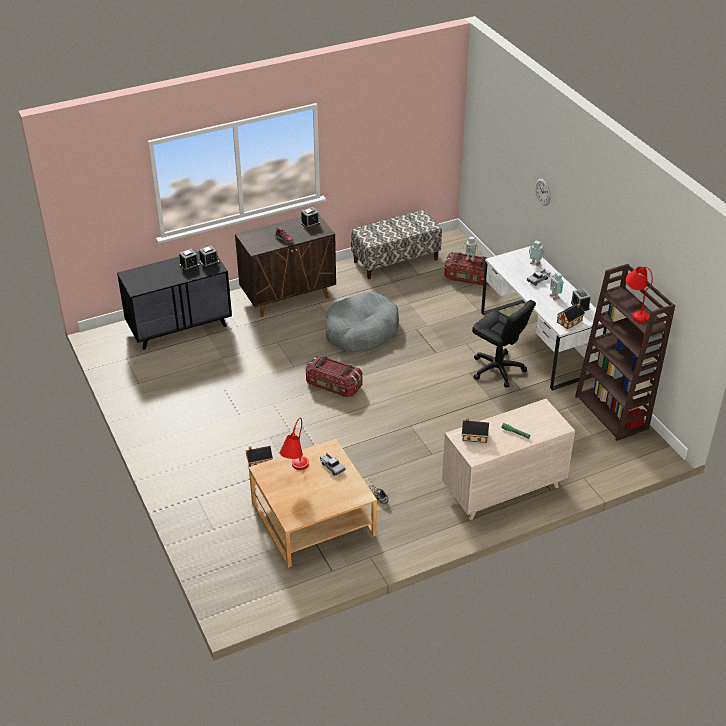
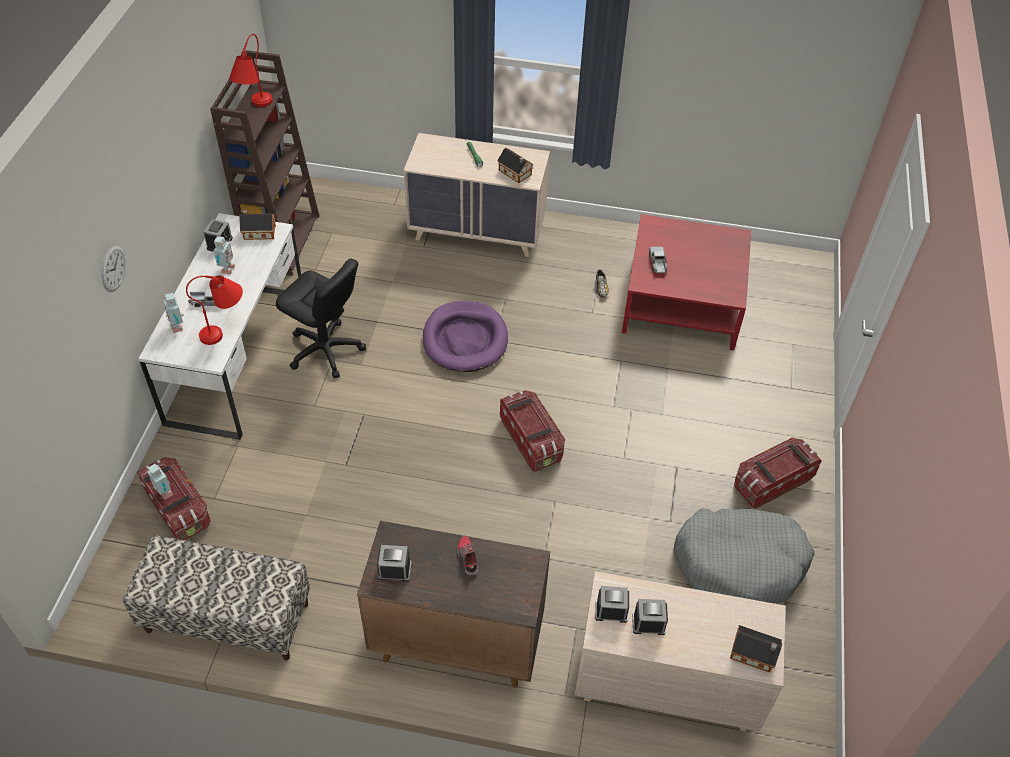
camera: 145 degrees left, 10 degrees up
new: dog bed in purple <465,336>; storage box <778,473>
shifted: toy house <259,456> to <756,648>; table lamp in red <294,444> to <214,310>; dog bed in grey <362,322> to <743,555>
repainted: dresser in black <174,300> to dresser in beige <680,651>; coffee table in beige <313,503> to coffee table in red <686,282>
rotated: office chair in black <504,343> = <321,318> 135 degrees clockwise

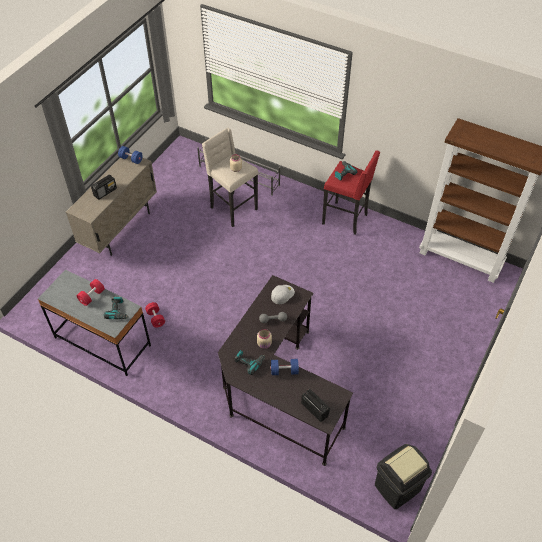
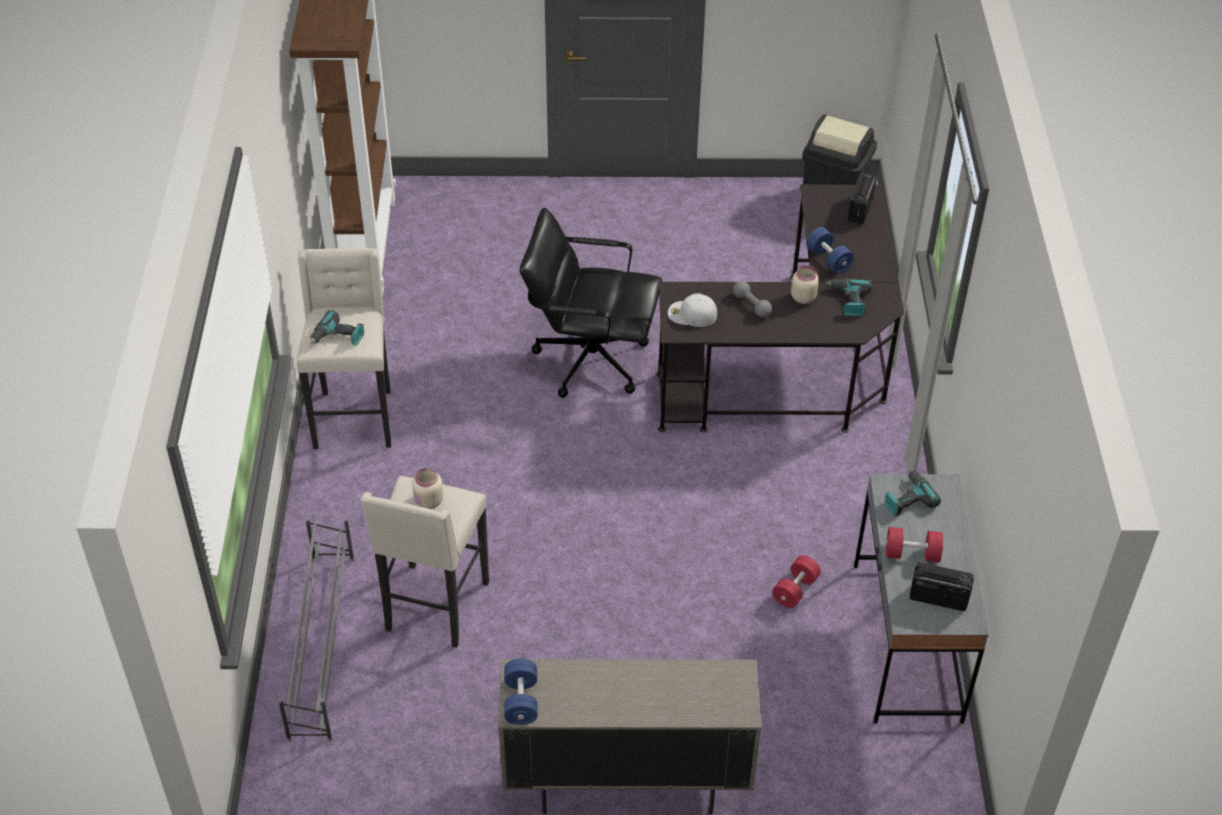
camera: 120 degrees left, 5 degrees down
new: office chair in black <590,302>
shifted: radio <104,187> to <942,586>
repainted: stool in red <351,192> to stool in beige <343,348>

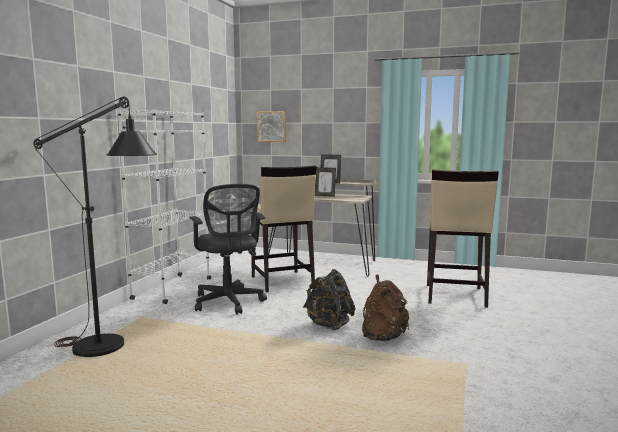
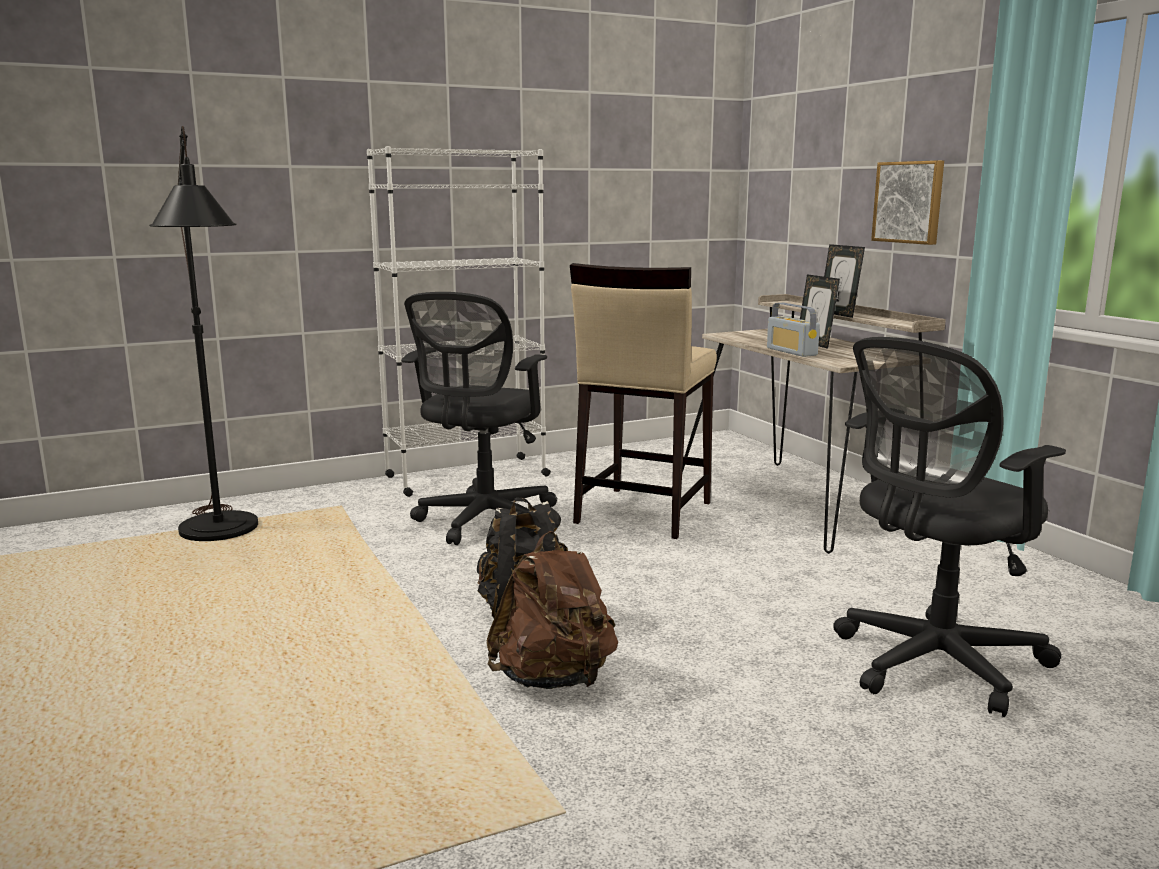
camera: 45 degrees right, 5 degrees up
new: radio <793,330>
shifted: picture <271,126> to <907,202>
swapped: stool in beige <463,239> to office chair in black <949,527>

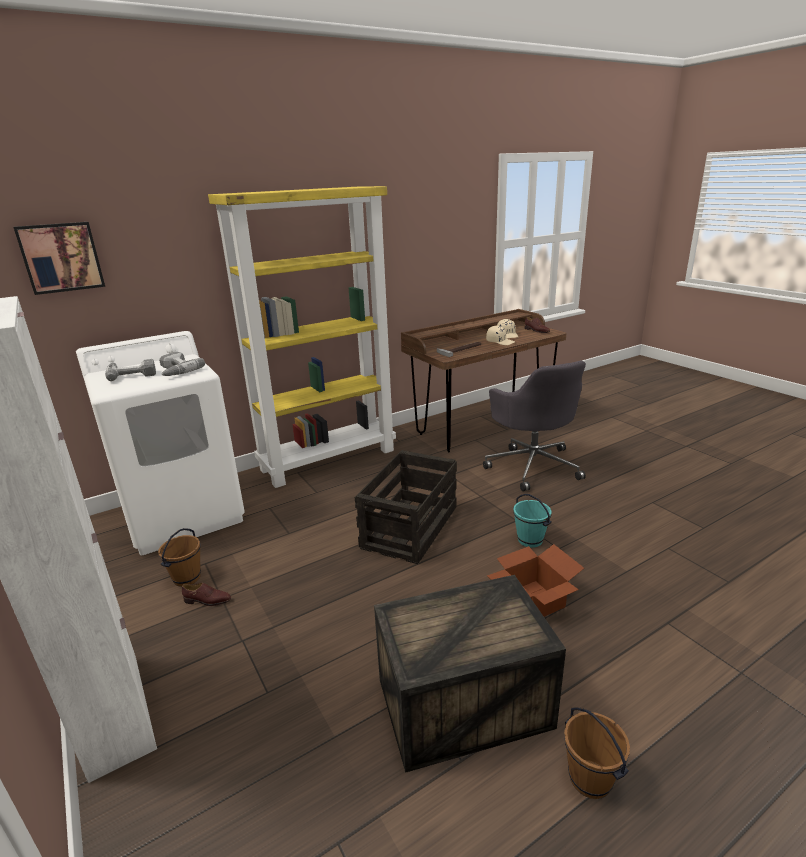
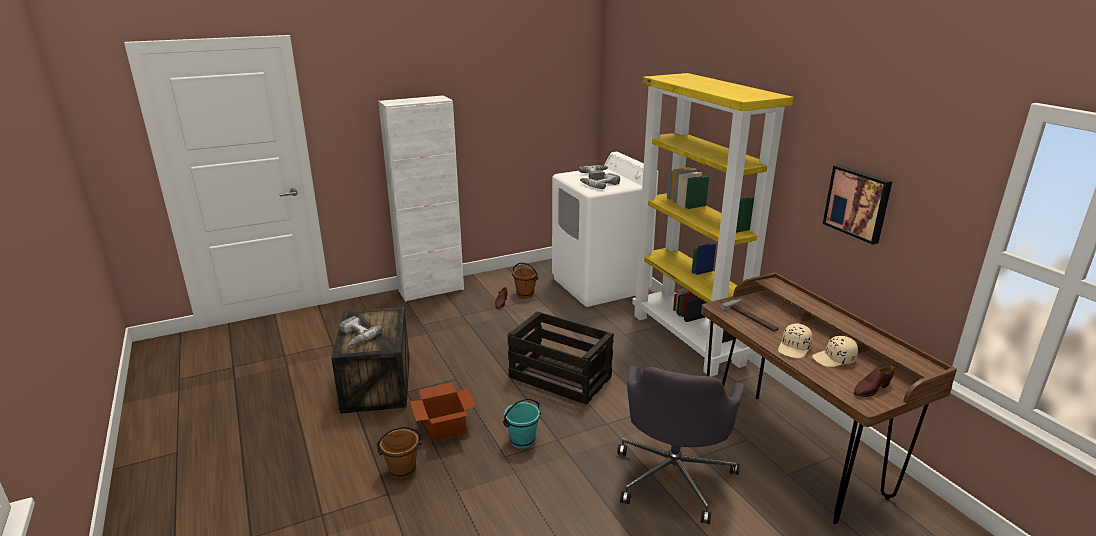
camera: 95 degrees right, 0 degrees up
new: power drill <361,331>
shifted: picture <59,258> to <857,205>; bucket in brown <597,753> to <399,453>
rotated: office chair in grey <534,426> = <680,444> 60 degrees counterclockwise

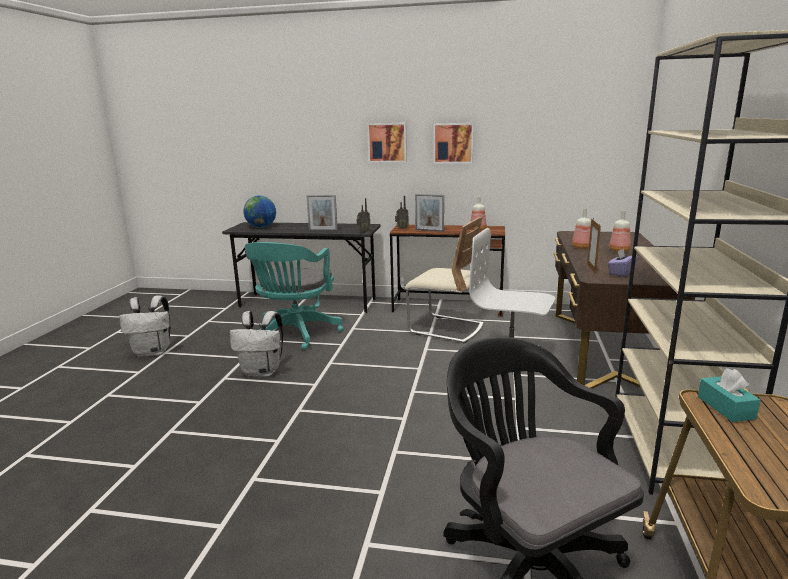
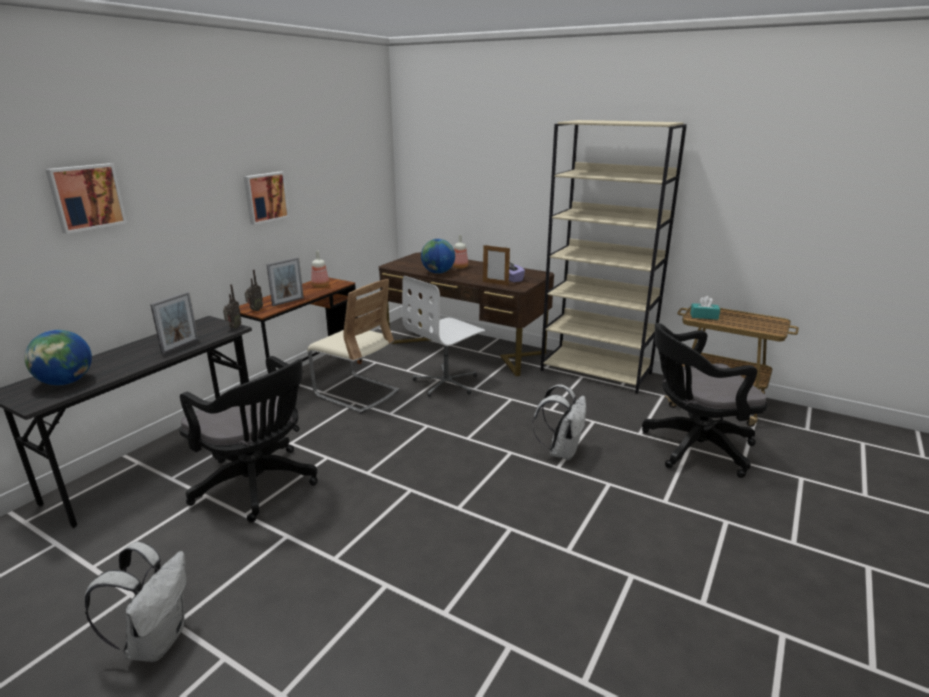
camera: 70 degrees left, 5 degrees up
shifted: backpack in white <256,344> to <559,422>; picture <387,143> to <86,198>
swapped: bottle <581,228> to globe <438,256>
repainted: office chair in turquoise <294,296> to office chair in black <248,439>
rotated: chair in beige <444,280> = <353,346> 75 degrees clockwise

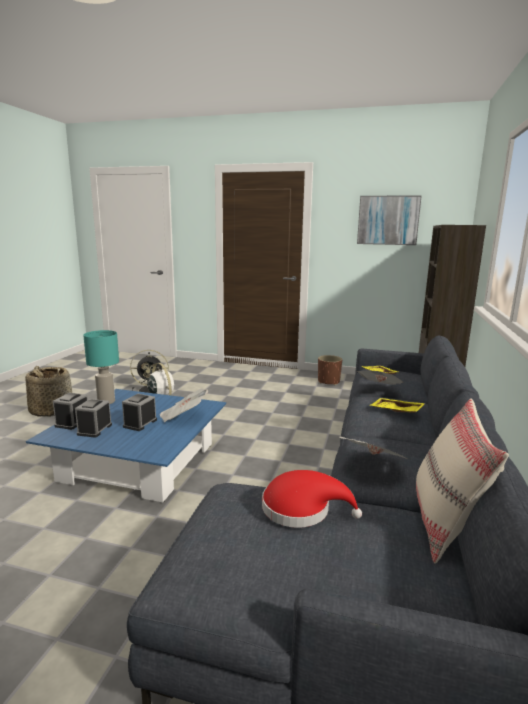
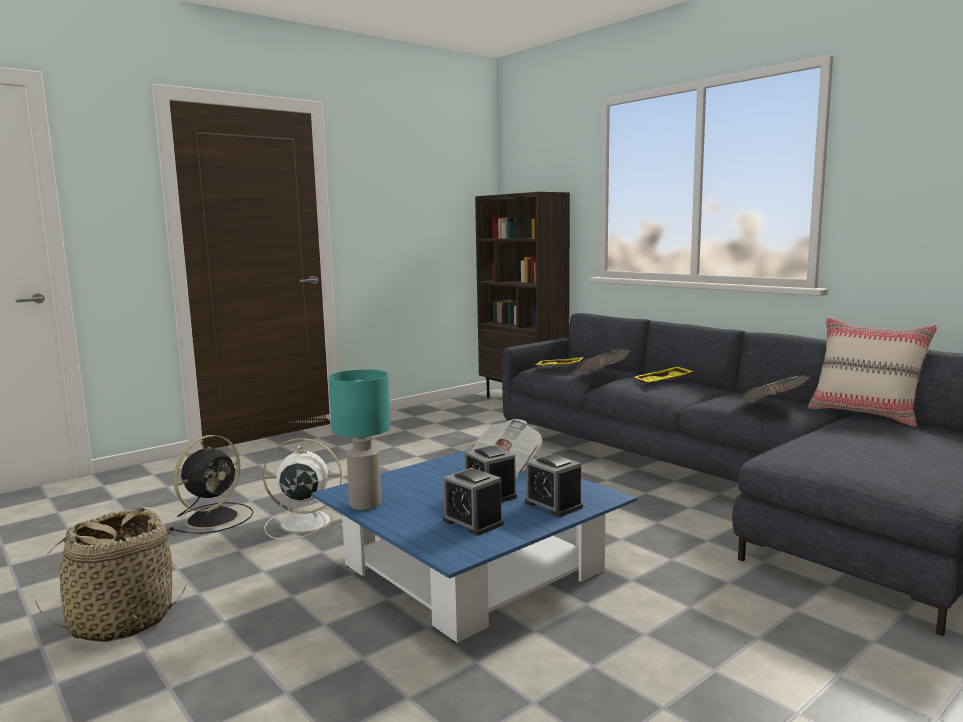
camera: 55 degrees left, 5 degrees down
gone: hat in red <312,499>; planter in brown <330,370>; picture <389,220>
shifted: alarm clock <70,411> to <554,485>

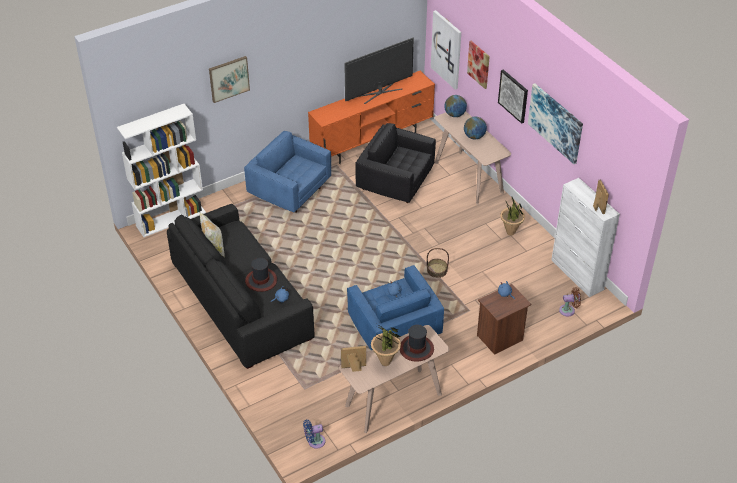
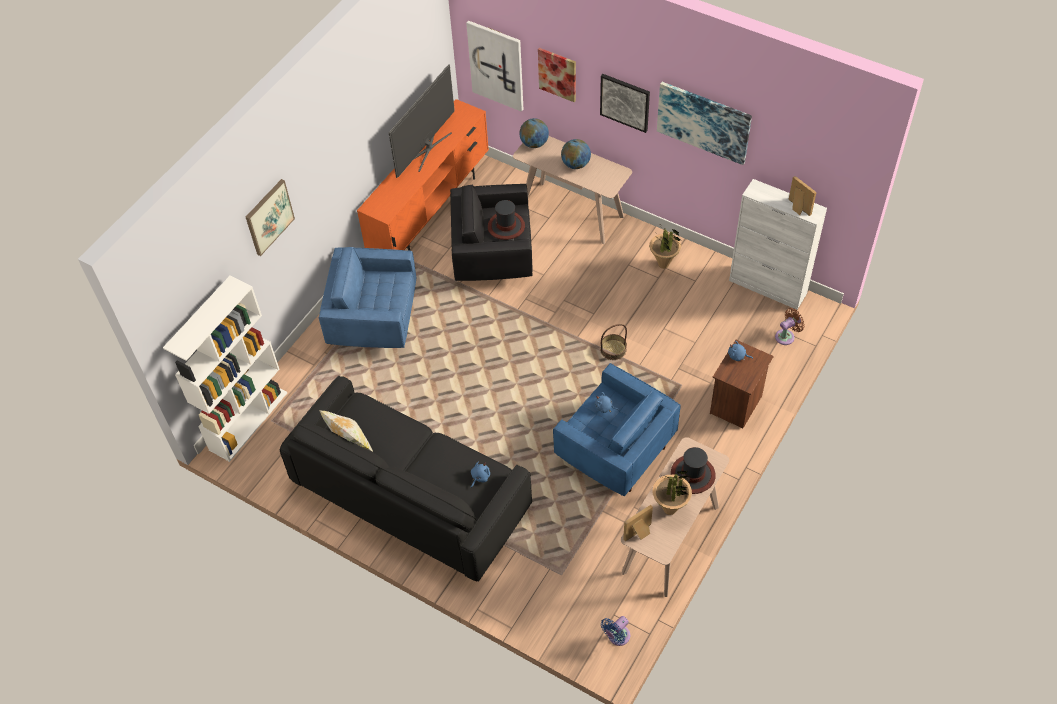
camera: 25 degrees left, 10 degrees up
shifted: hat <261,275> to <506,220>

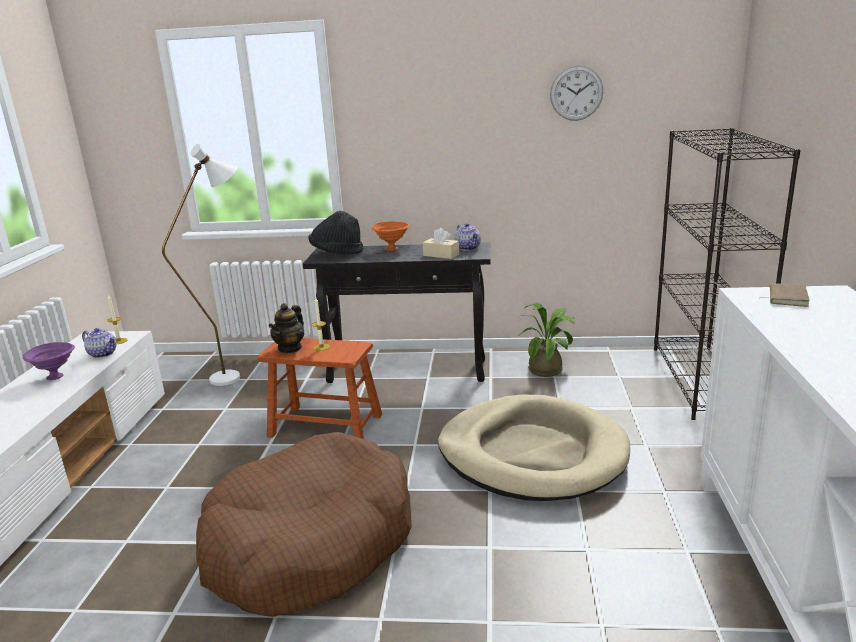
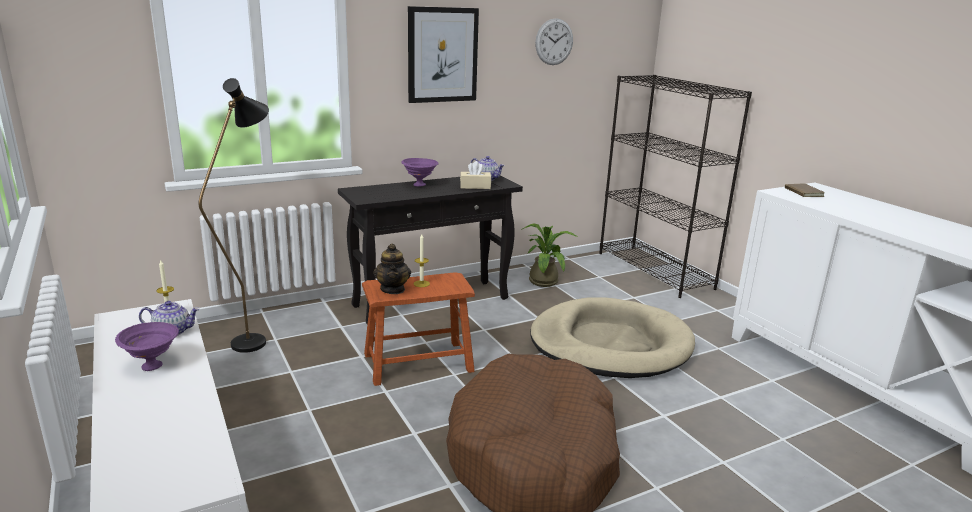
camera: 35 degrees left, 0 degrees up
gone: hat in black <335,232>
new: picture <443,54>
repainted: floor lamp in white <201,265> to floor lamp in black <234,215>; bowl in orange <391,236> to bowl in purple <420,172>

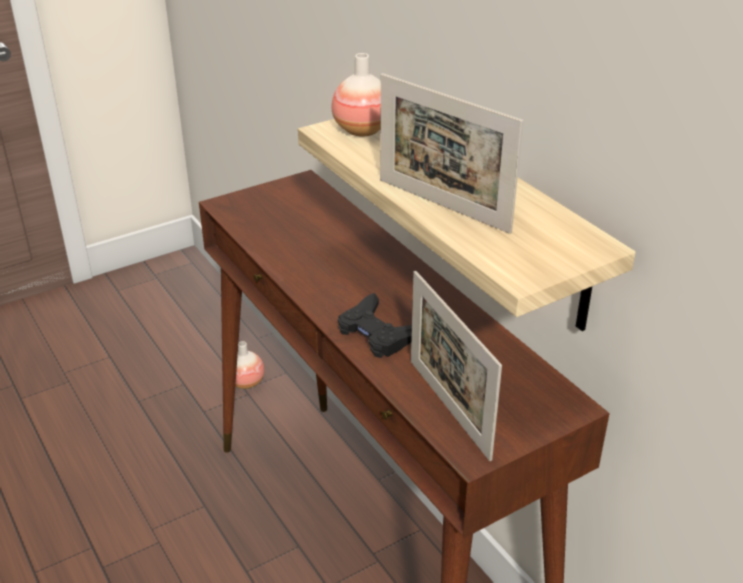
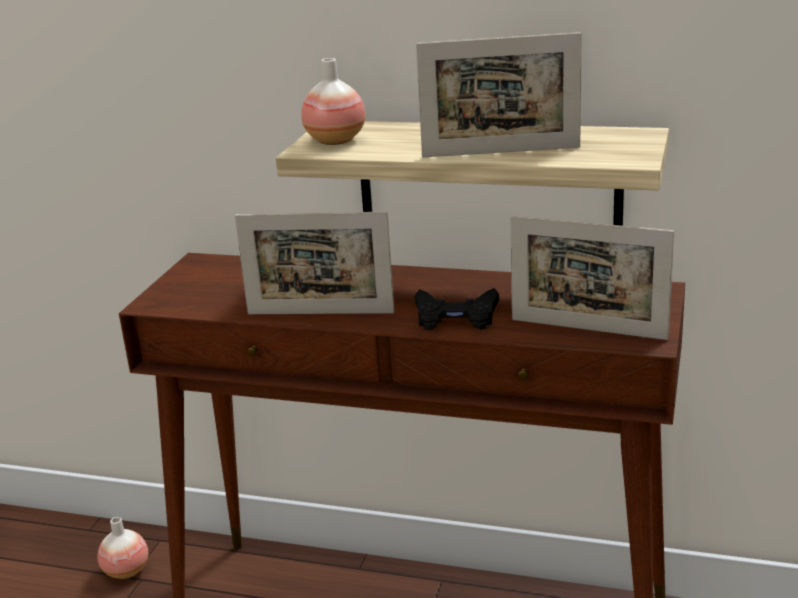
camera: 40 degrees left, 10 degrees down
new: picture frame <314,263>

